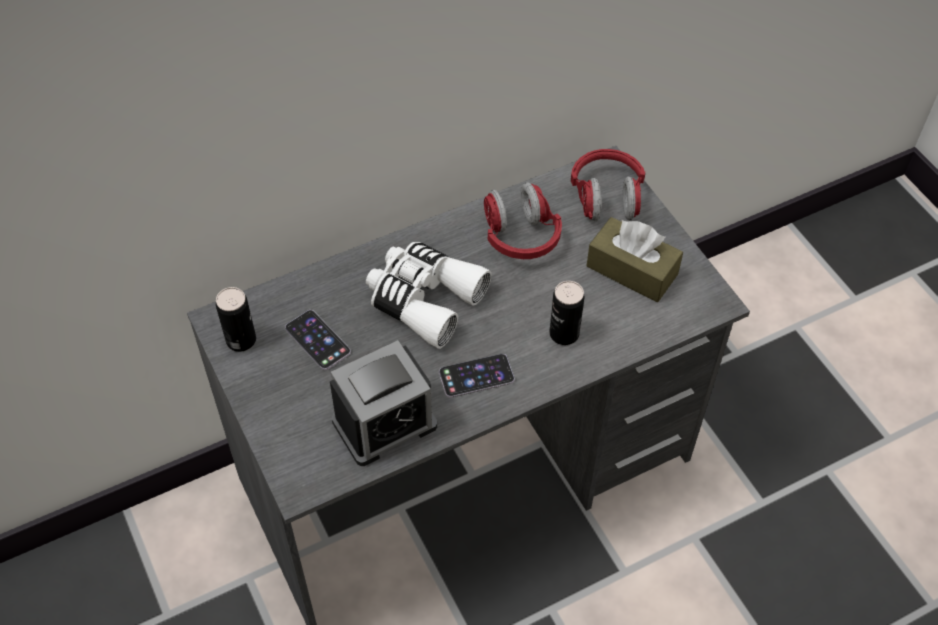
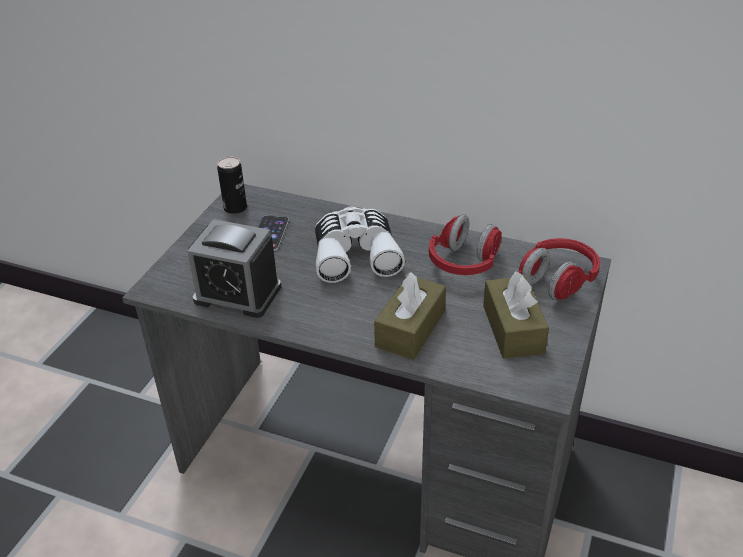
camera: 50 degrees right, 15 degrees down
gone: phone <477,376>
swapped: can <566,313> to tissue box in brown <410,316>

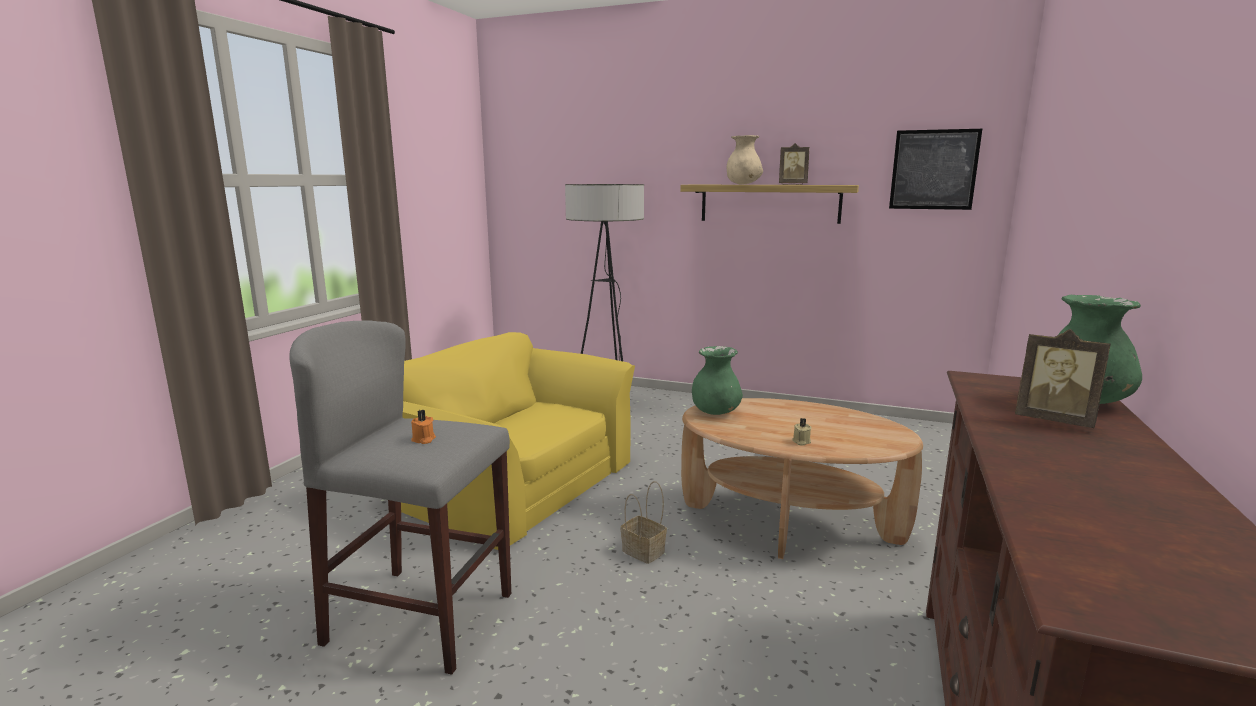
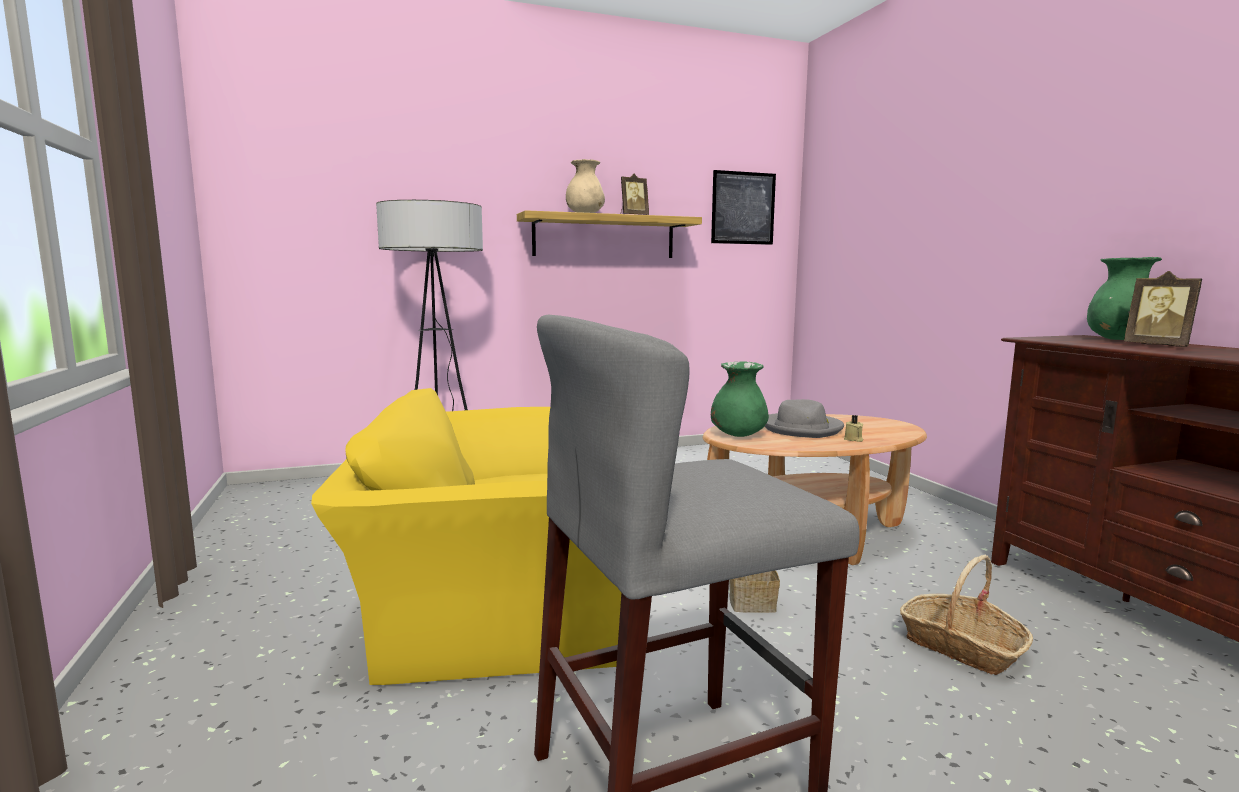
camera: 40 degrees left, 5 degrees down
gone: candle in orange <423,427>
new: hat in grey <804,418>; basket <966,615>
rotated: picture frame <1063,378> = <1163,309> 60 degrees clockwise

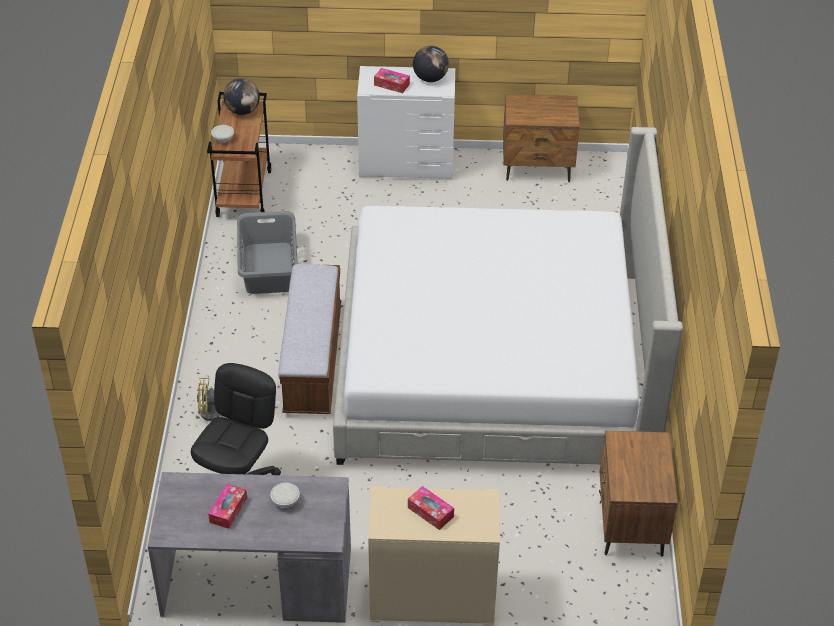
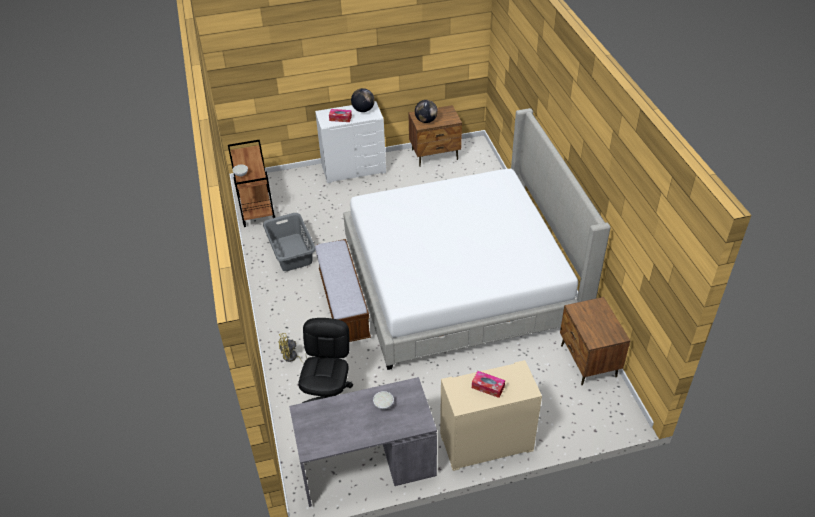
camera: 15 degrees left, 0 degrees up
gone: tissue box <227,506>
shifted: globe <241,96> to <426,111>

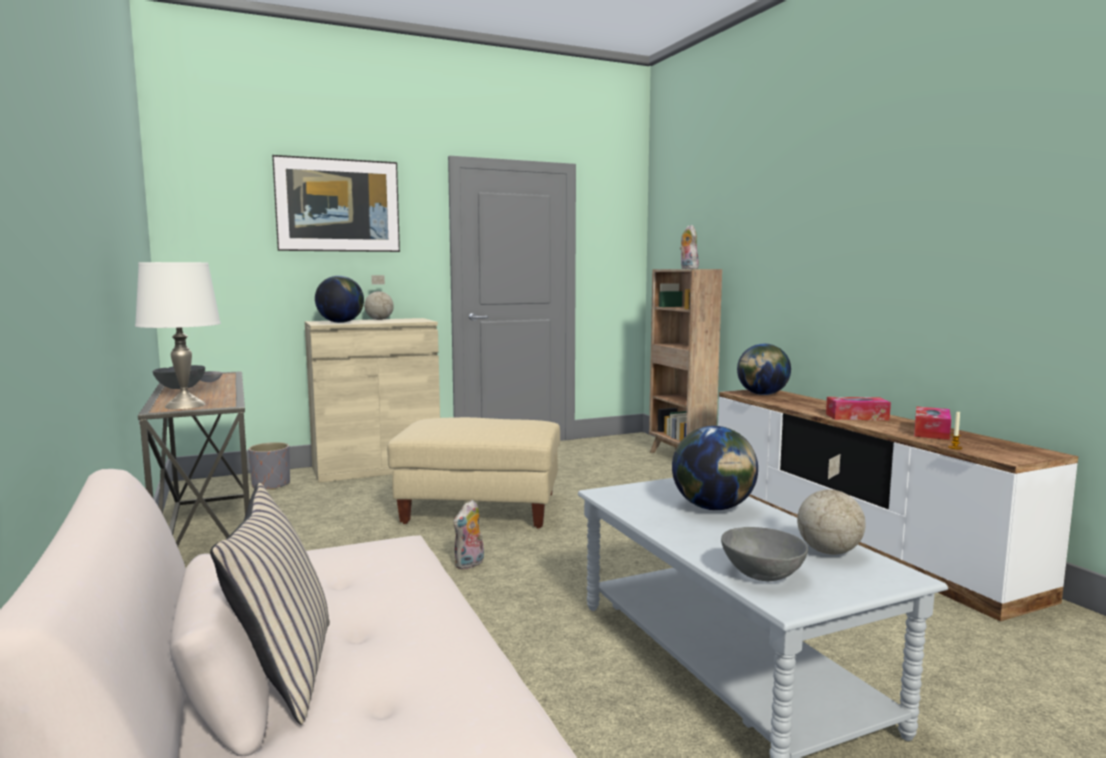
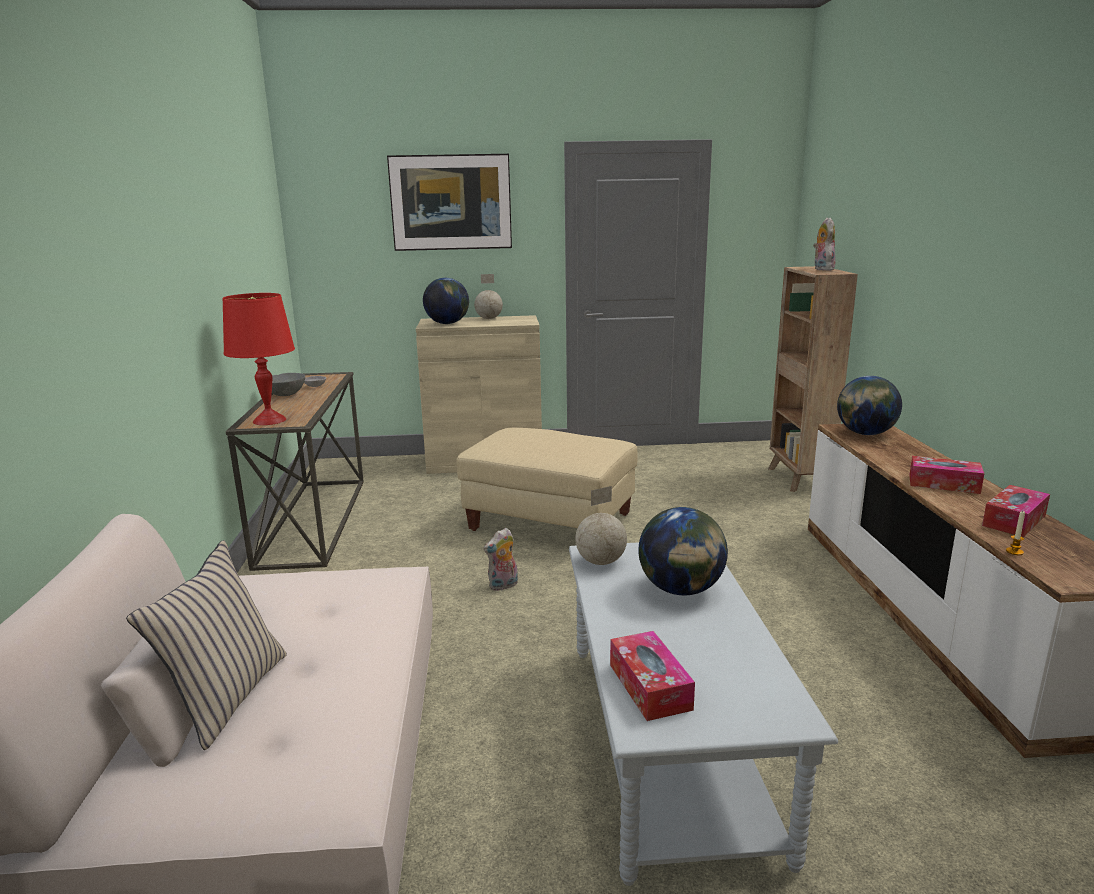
camera: 20 degrees right, 10 degrees up
gone: planter in grey <269,466>
shifted: globe <831,504> to <601,525>
swapped: bowl in grey <764,554> to tissue box <652,676>
repainted: table lamp in white <178,335> to table lamp in red <258,359>

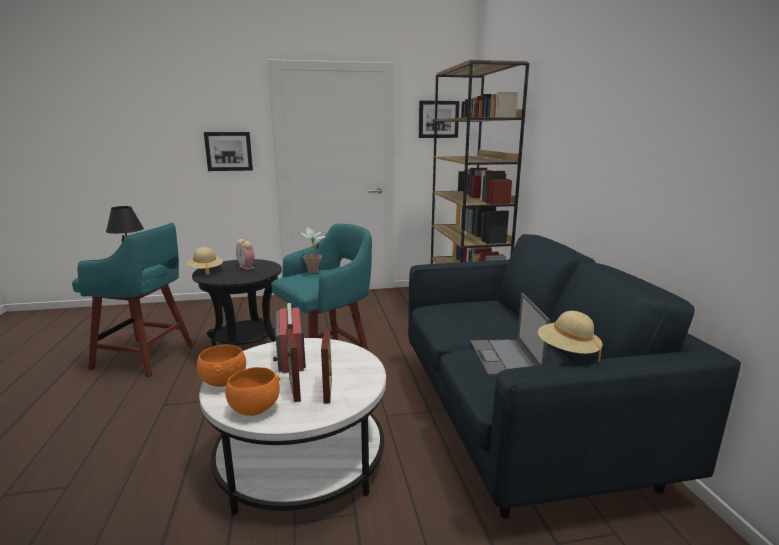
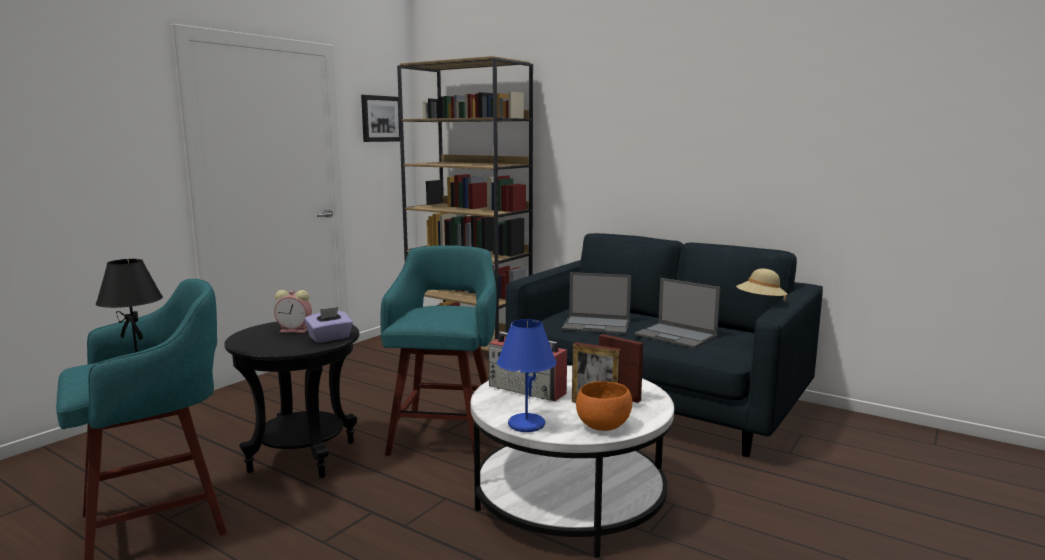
camera: 45 degrees left, 5 degrees down
gone: hat in beige <204,261>; picture <228,151>; potted plant <312,249>
new: tissue box in purple <328,325>; laptop <596,303>
swapped: bowl in orange <221,366> to table lamp in blue <527,375>

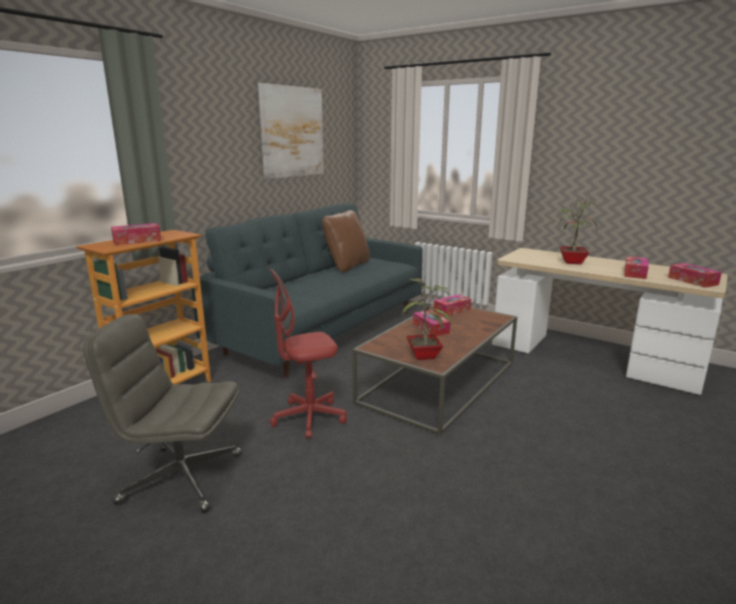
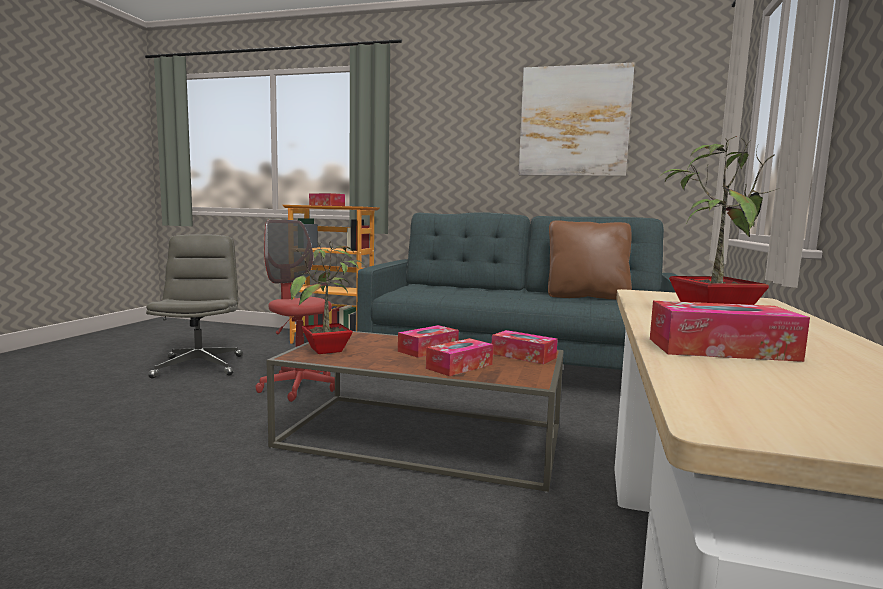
camera: 70 degrees right, 10 degrees down
shifted: tissue box <695,275> to <459,357>

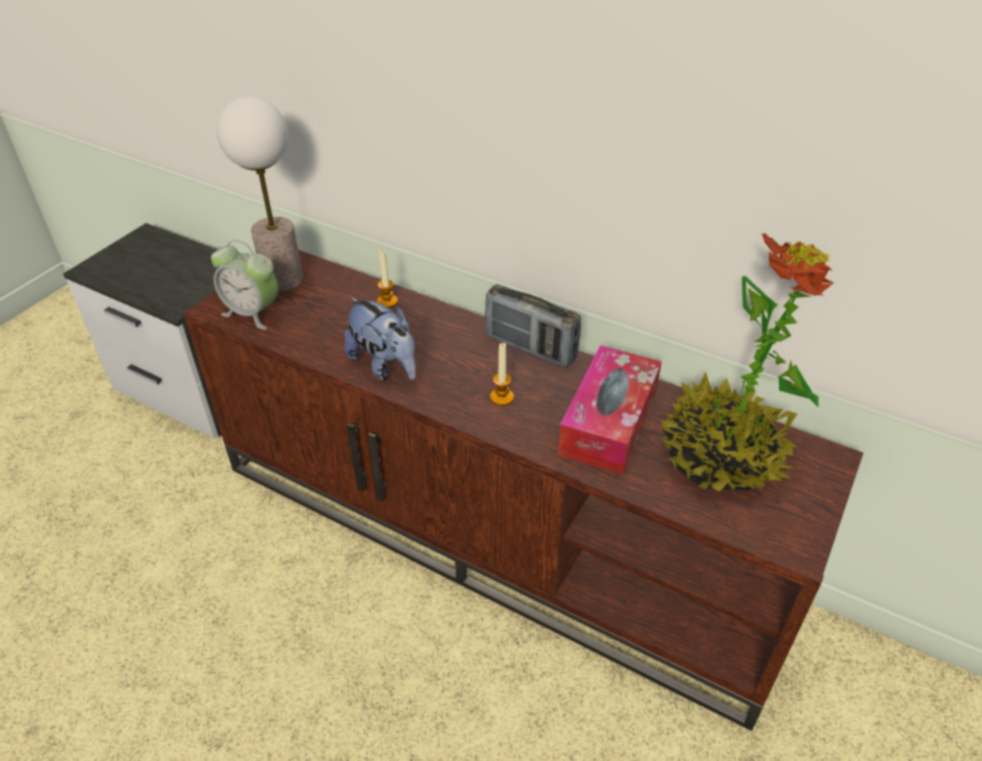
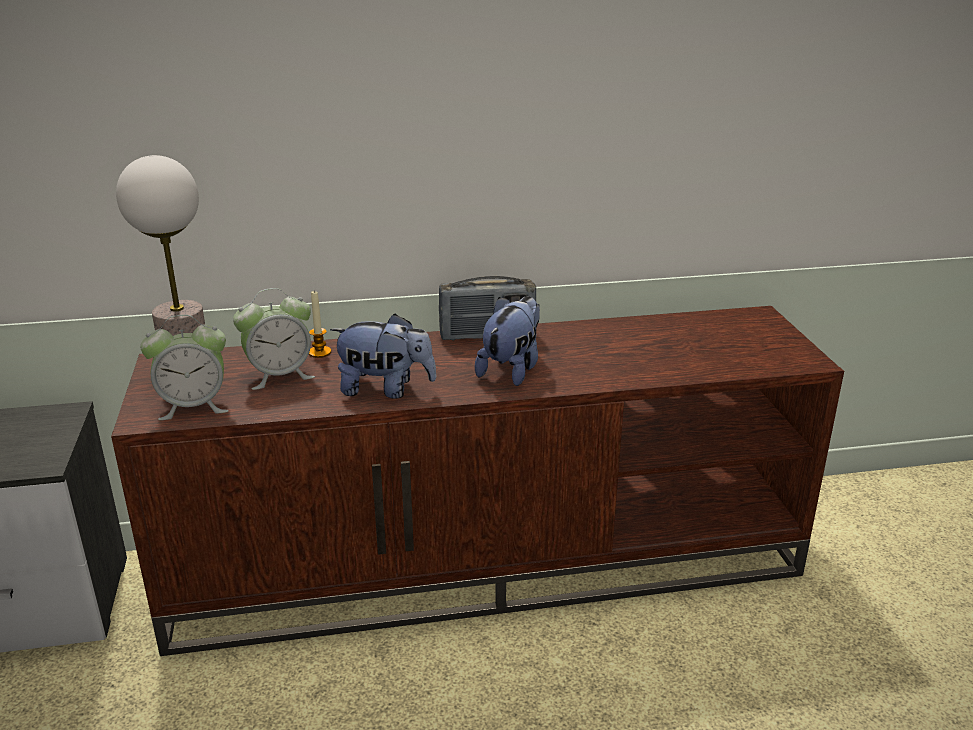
camera: 40 degrees left, 15 degrees down
gone: tissue box <610,410>; potted plant <747,362>
new: alarm clock <274,339>
swapped: candle <502,374> to plush toy <507,341>

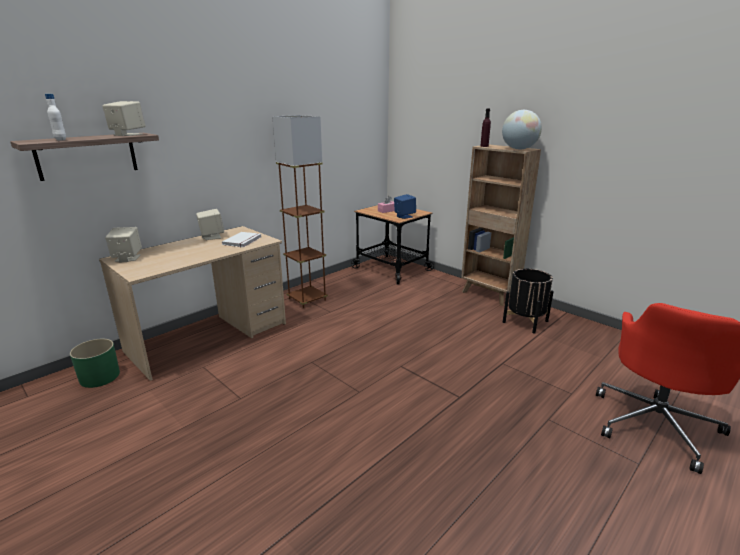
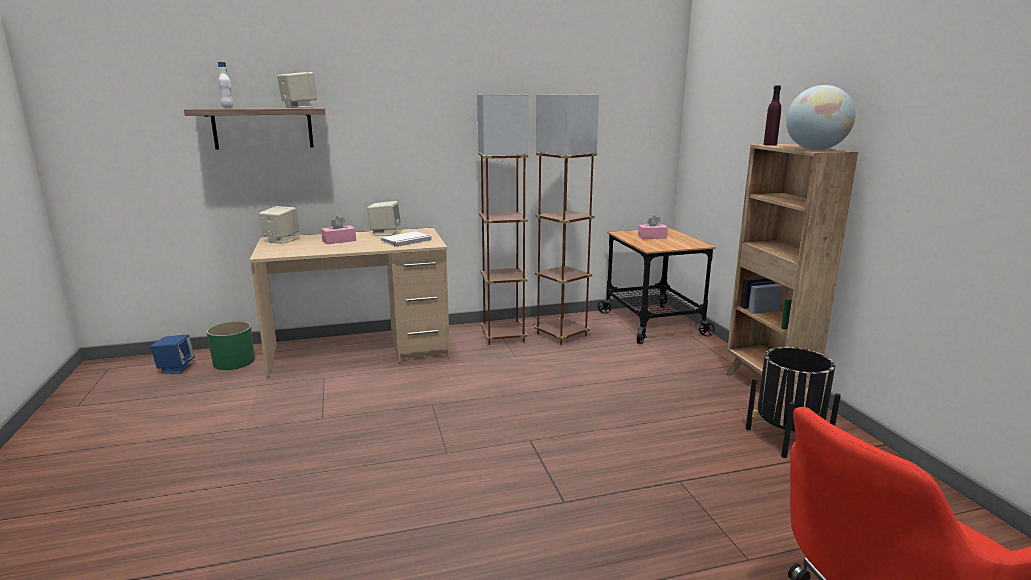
camera: 30 degrees right, 5 degrees down
new: tissue box in pink <338,230>; floor lamp in brown <566,220>
shifted: speaker in blue <405,206> to <173,354>

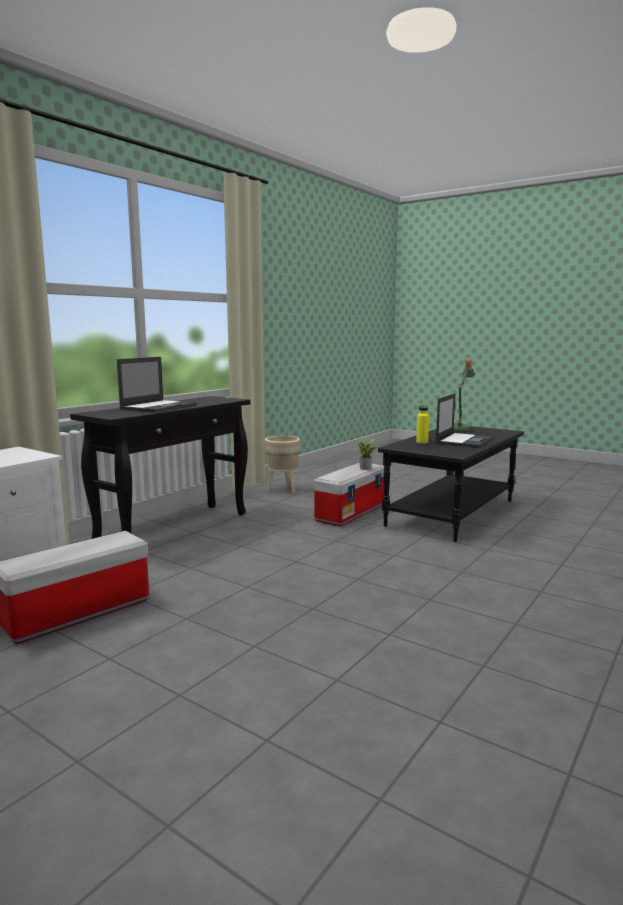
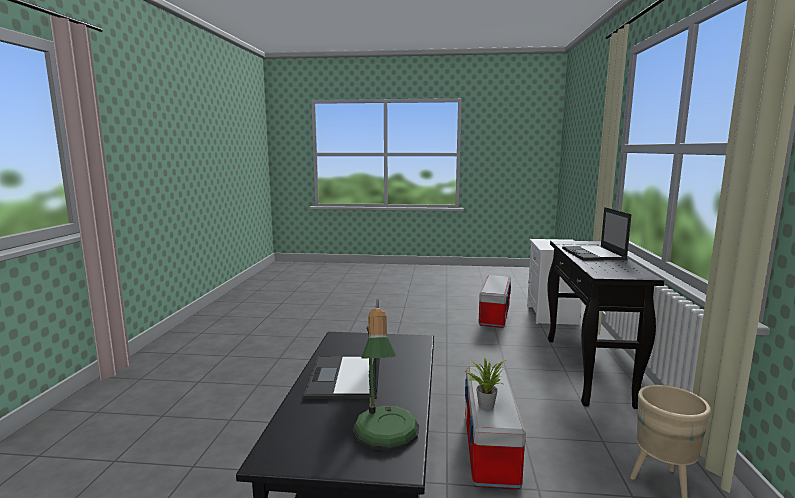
camera: 150 degrees right, 0 degrees up
gone: bottle in yellow <422,424>

